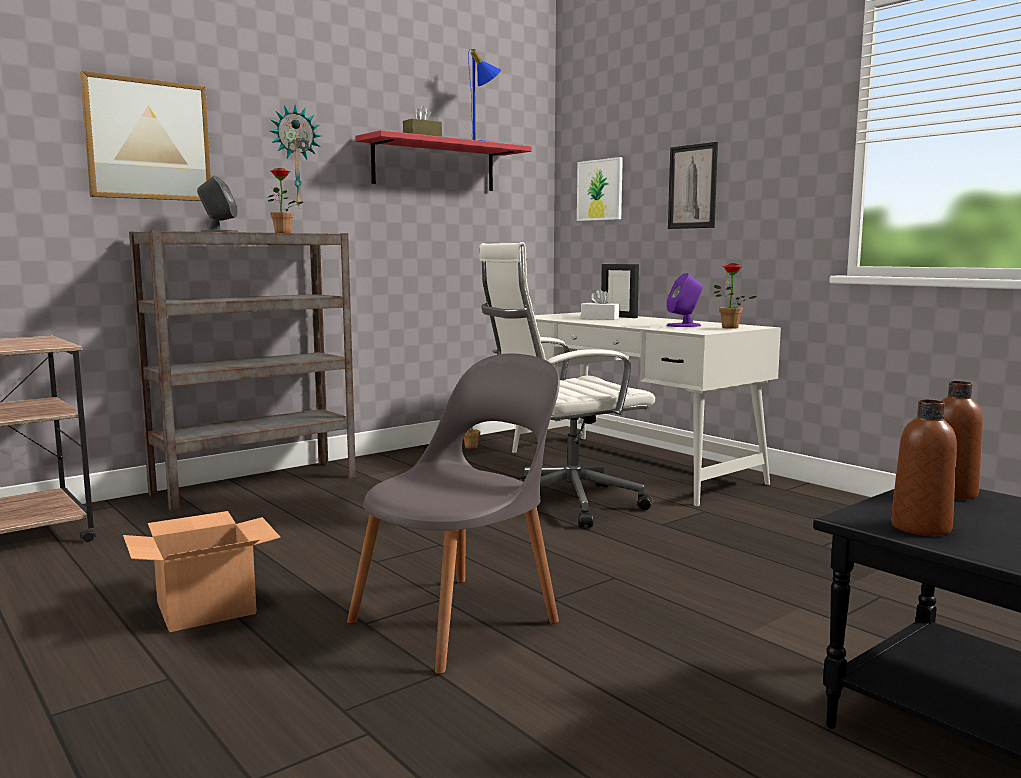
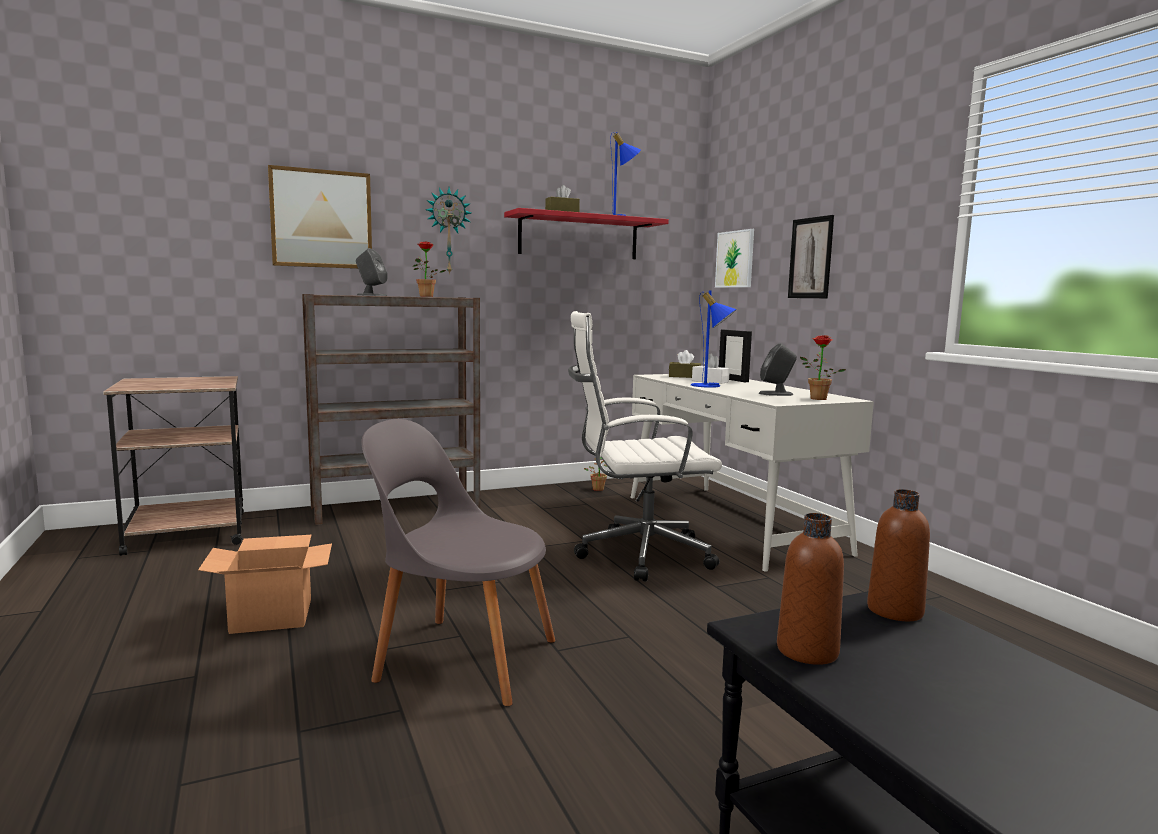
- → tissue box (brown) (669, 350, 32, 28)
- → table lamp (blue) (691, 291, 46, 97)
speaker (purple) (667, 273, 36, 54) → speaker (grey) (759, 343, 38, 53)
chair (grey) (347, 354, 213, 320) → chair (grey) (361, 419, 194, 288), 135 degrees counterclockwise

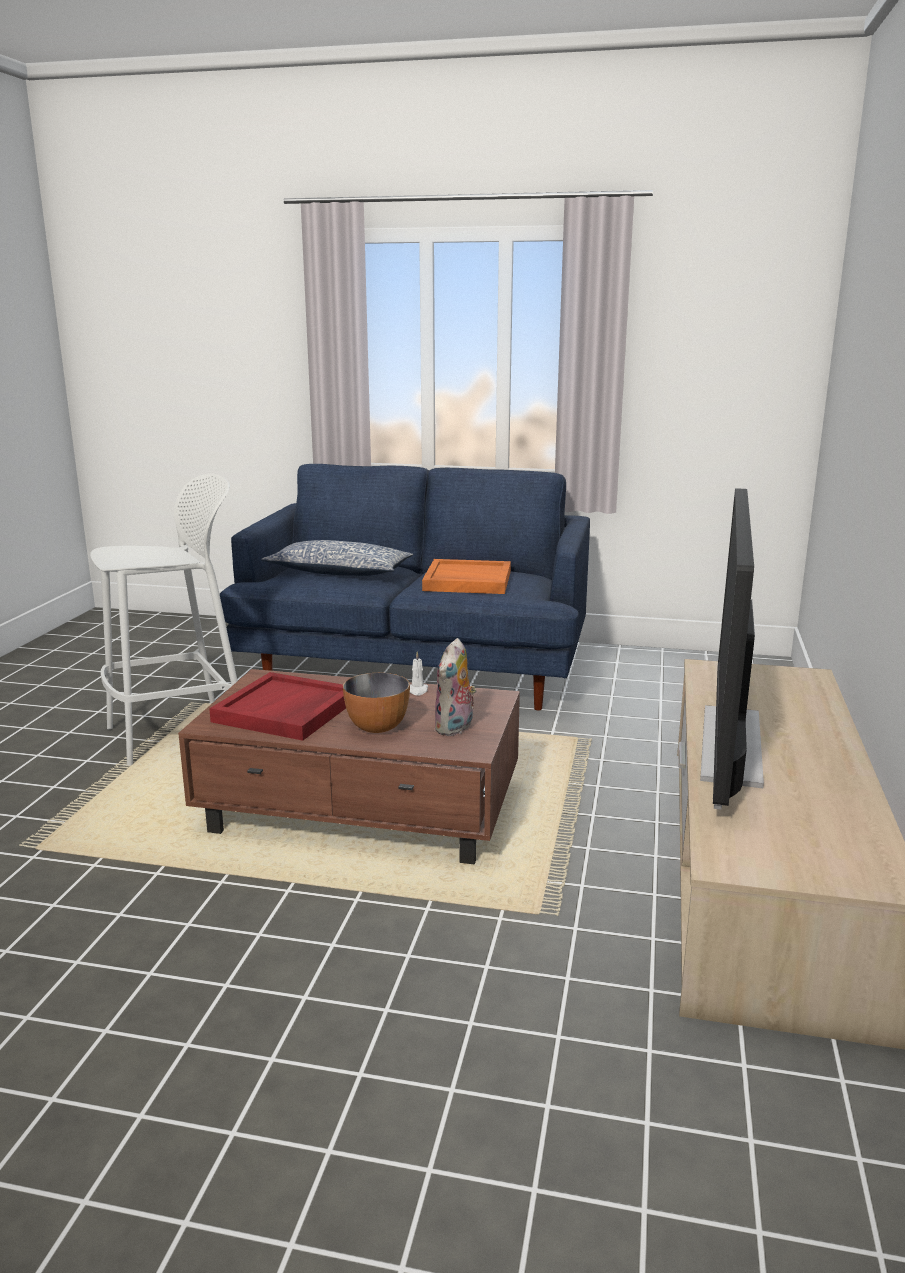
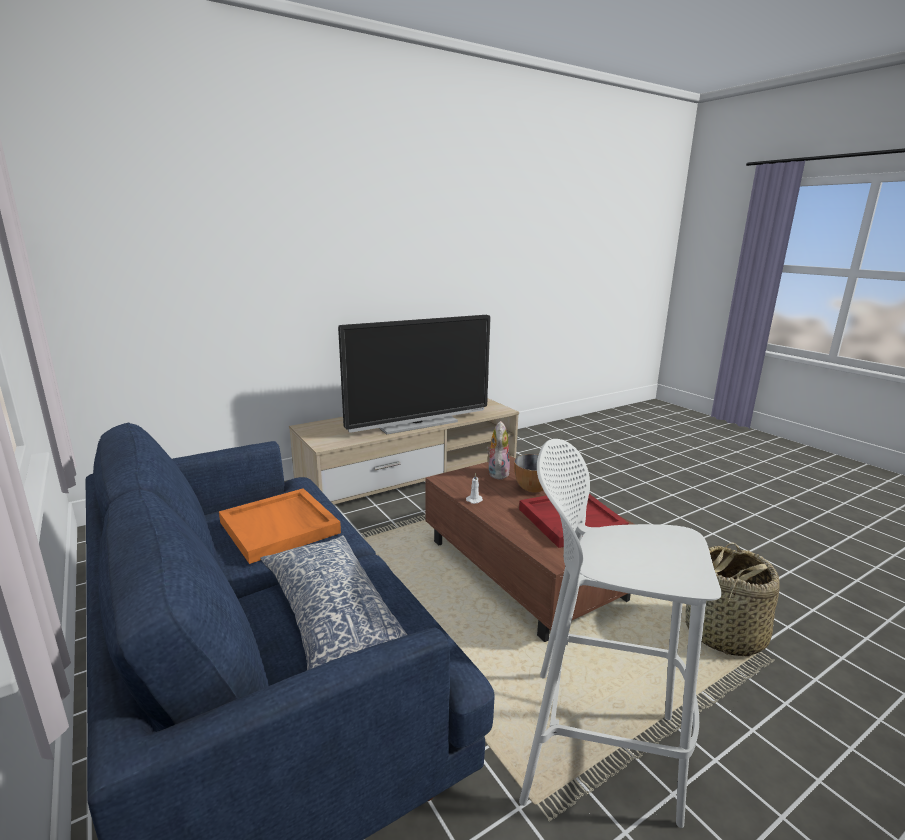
- → basket (686, 542, 94, 114)
plush toy (434, 638, 42, 98) → plush toy (486, 421, 24, 58), 60 degrees counterclockwise

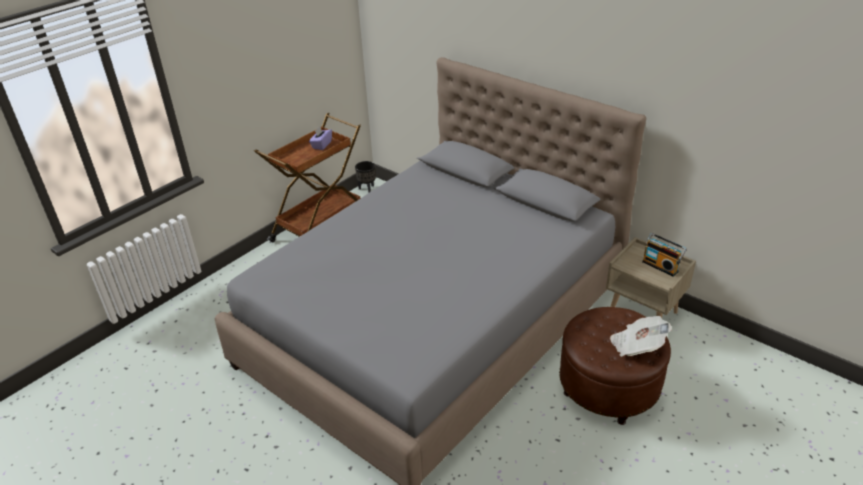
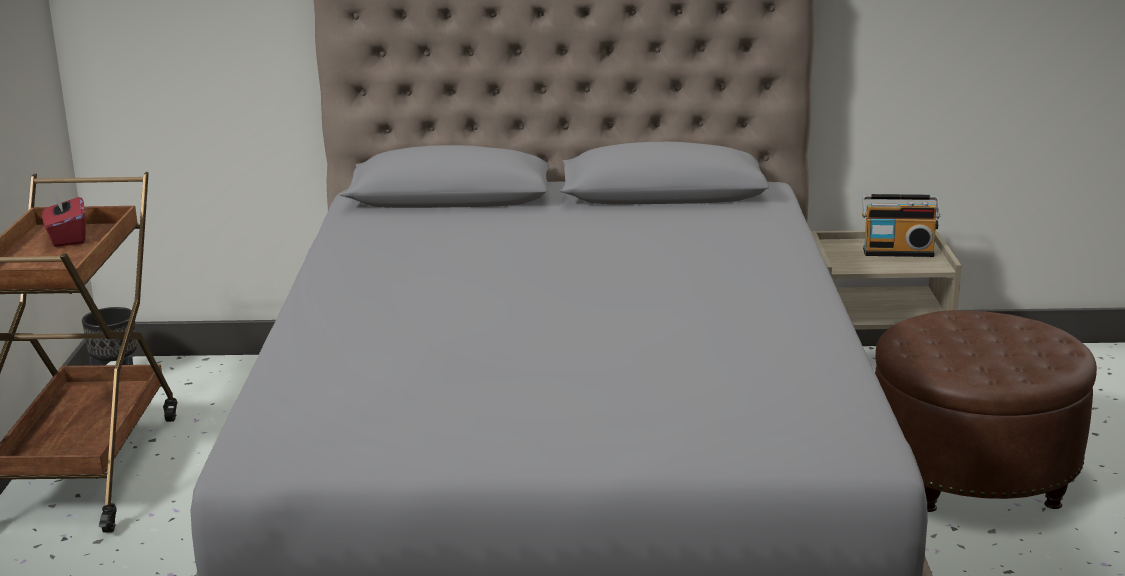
newspaper (610, 316, 62, 41) → -
tissue box (purple) (309, 127, 23, 23) → tissue box (red) (42, 190, 44, 57)

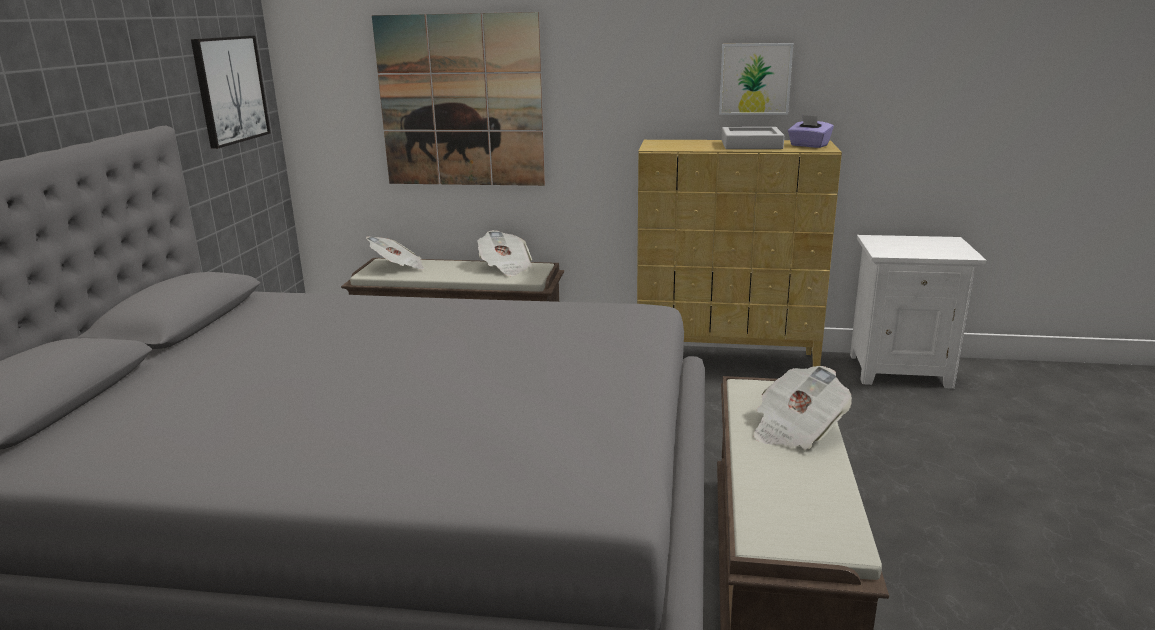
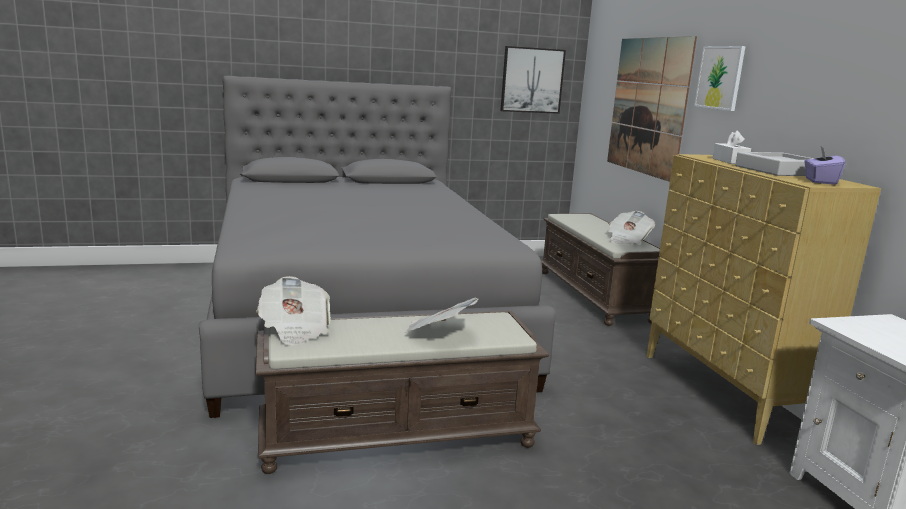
- → tissue box (white) (712, 130, 39, 34)
newspaper (366, 236, 58, 34) → newspaper (256, 276, 75, 70), moved
picture (719, 43, 74, 72) → picture (694, 46, 52, 65), moved

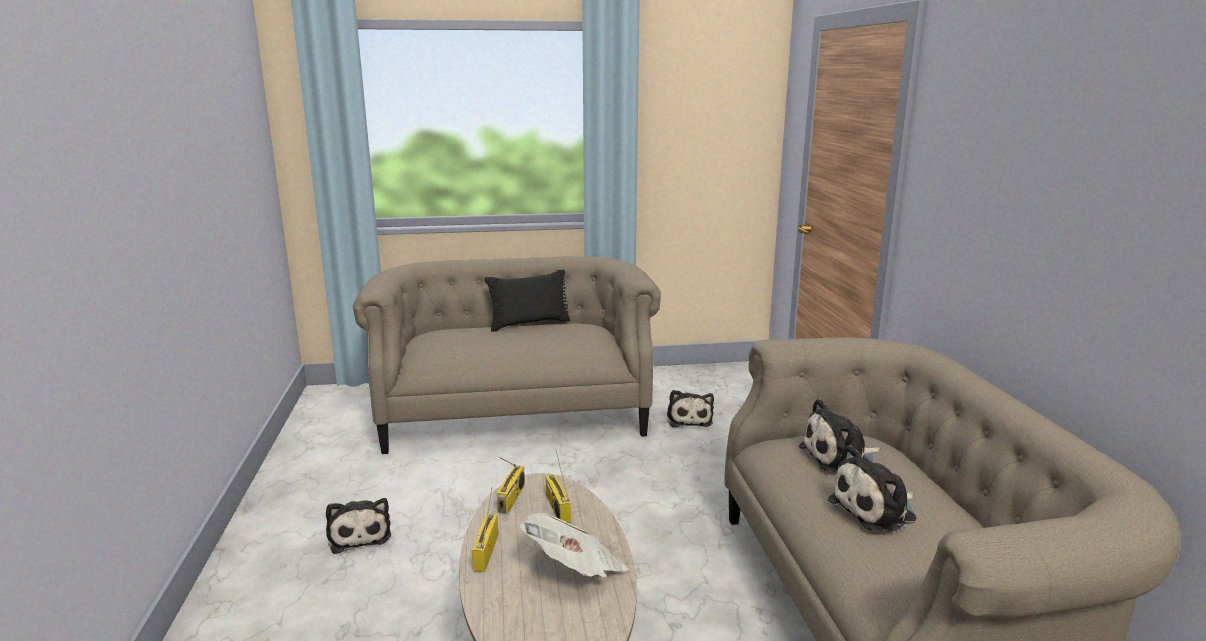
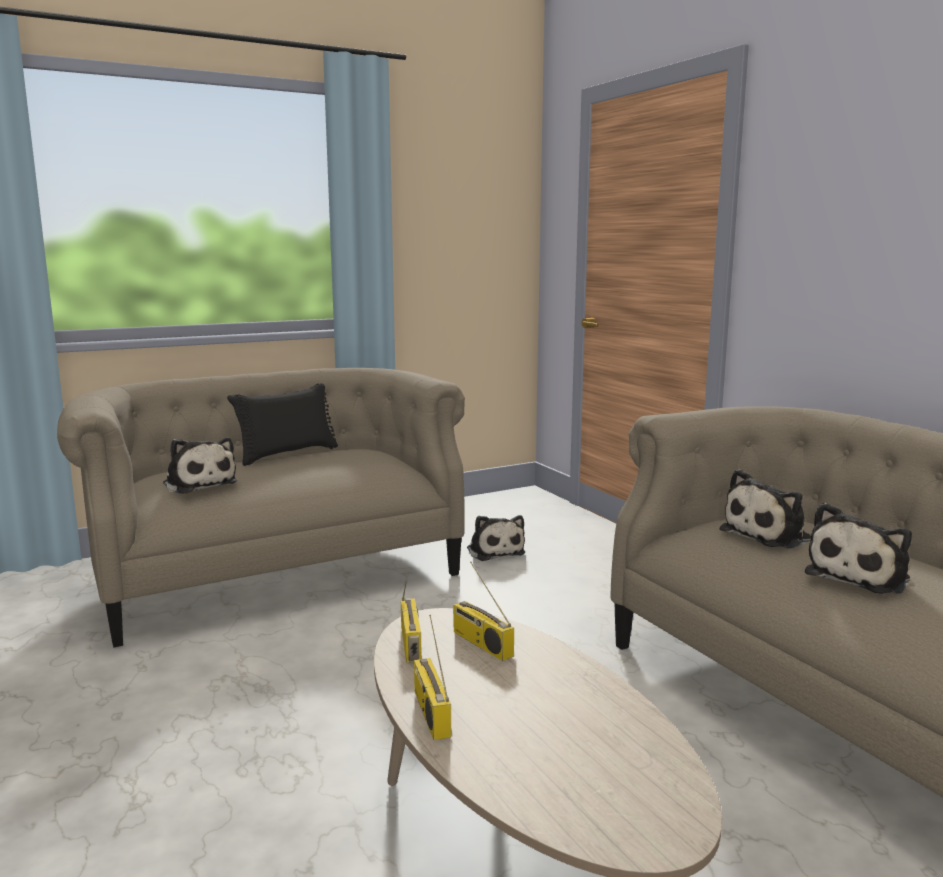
newspaper (519, 513, 110, 64) → -
plush toy (326, 498, 65, 56) → plush toy (163, 437, 74, 57), moved

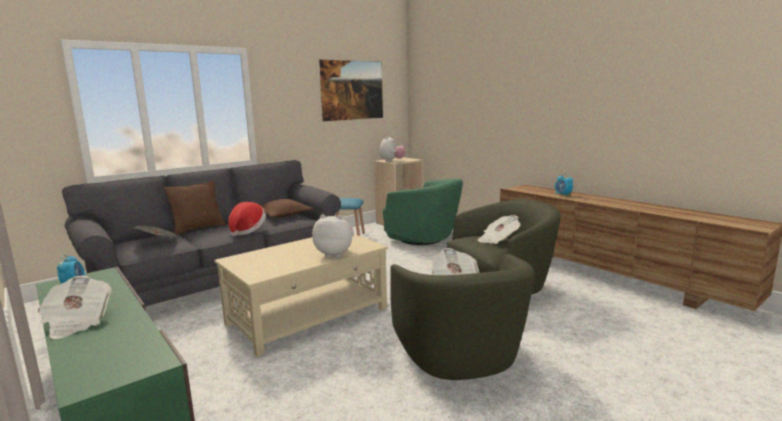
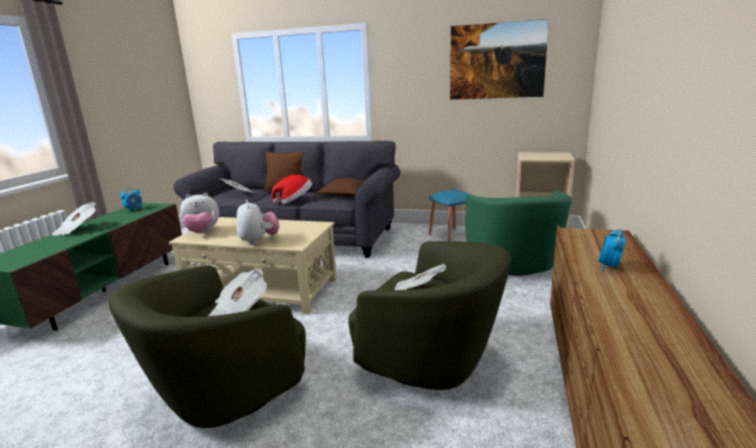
plush toy (380, 136, 25, 26) → plush toy (180, 193, 39, 40), moved

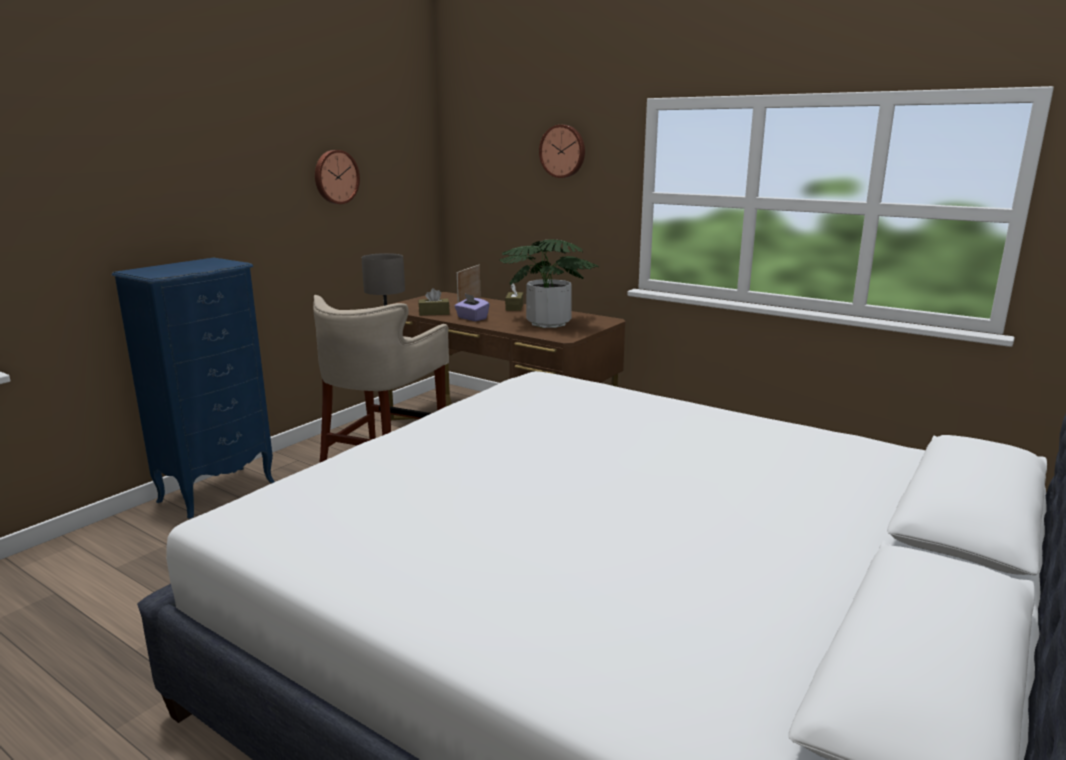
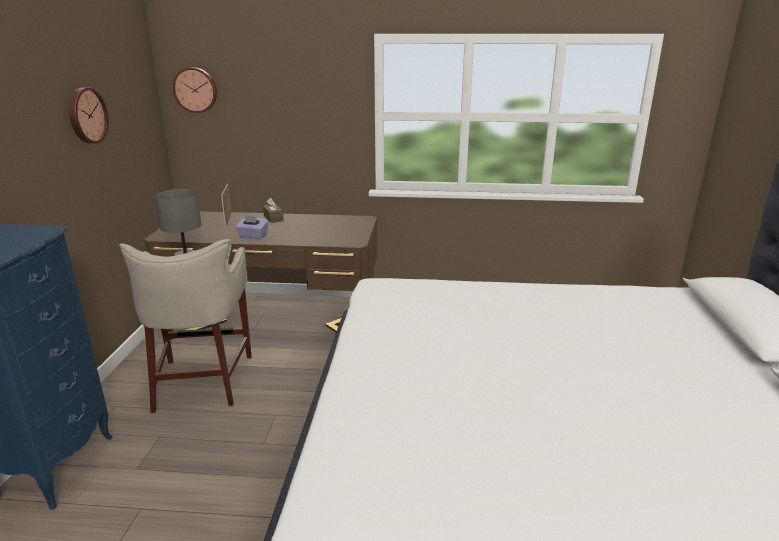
tissue box (brown) (418, 288, 32, 28) → -
potted plant (500, 239, 98, 89) → -
wall clock (539, 125, 46, 53) → wall clock (173, 67, 44, 46), moved

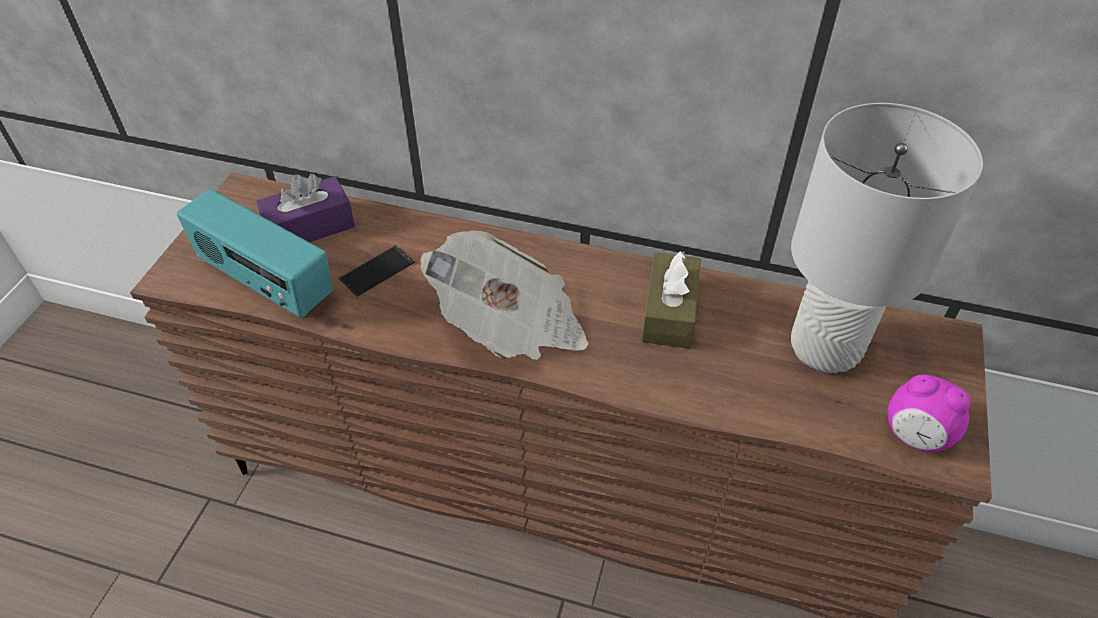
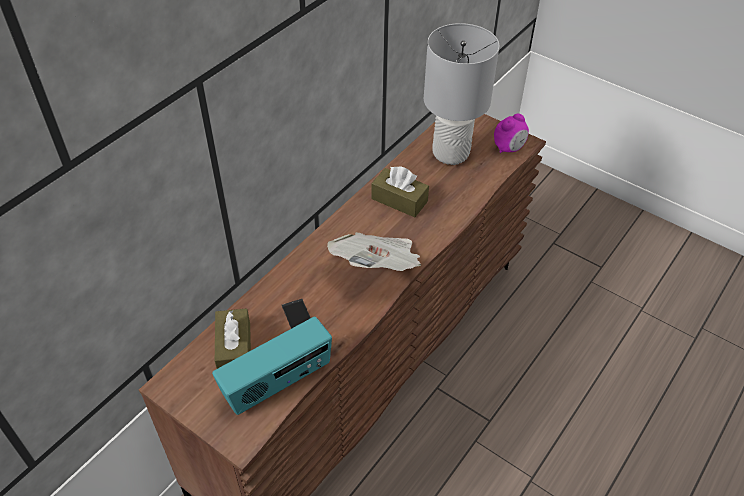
tissue box (purple) (256, 174, 99, 68) → tissue box (brown) (215, 308, 36, 61)

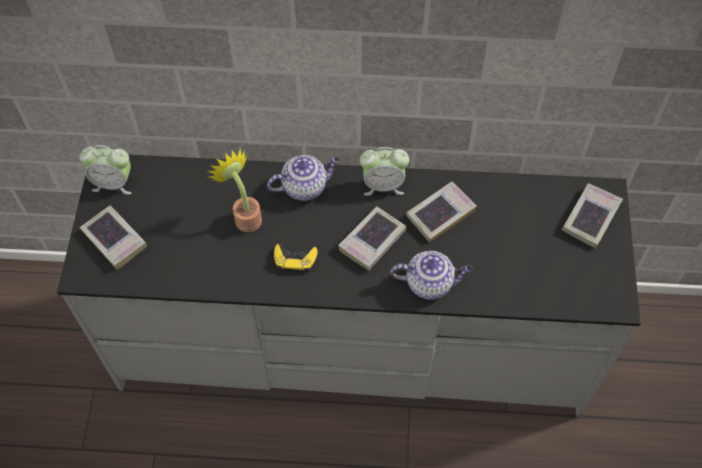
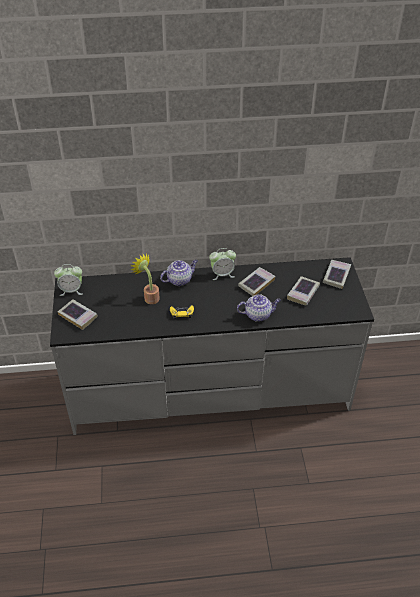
book (338, 206, 68, 64) → book (287, 276, 33, 30), moved

